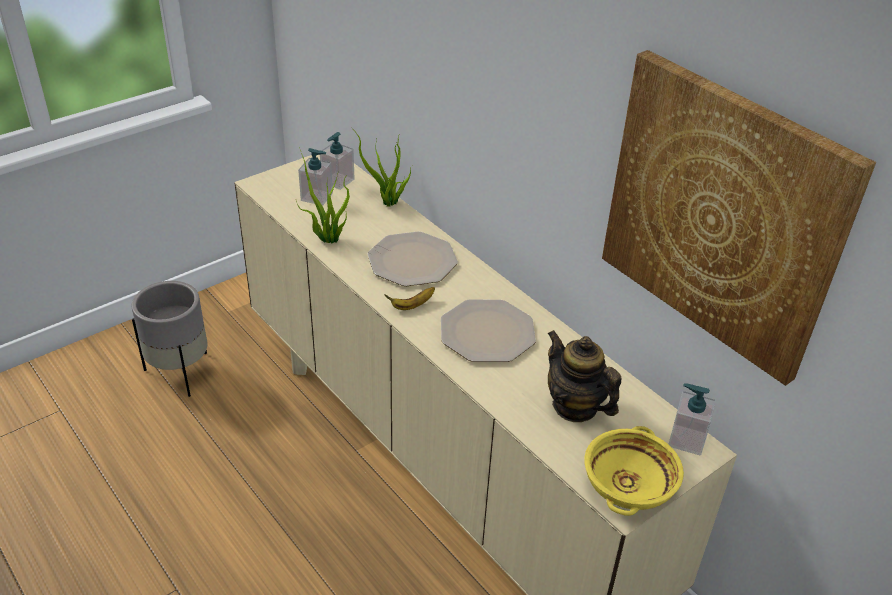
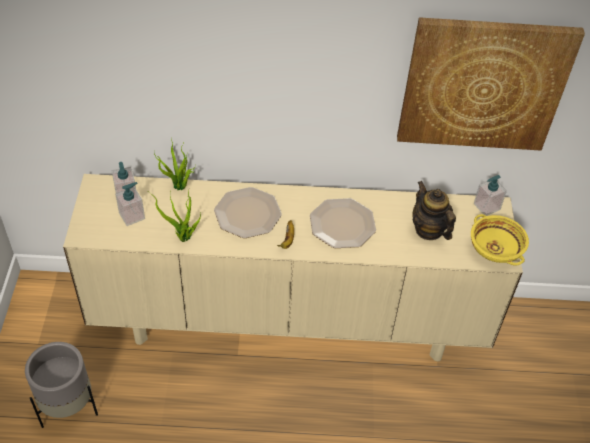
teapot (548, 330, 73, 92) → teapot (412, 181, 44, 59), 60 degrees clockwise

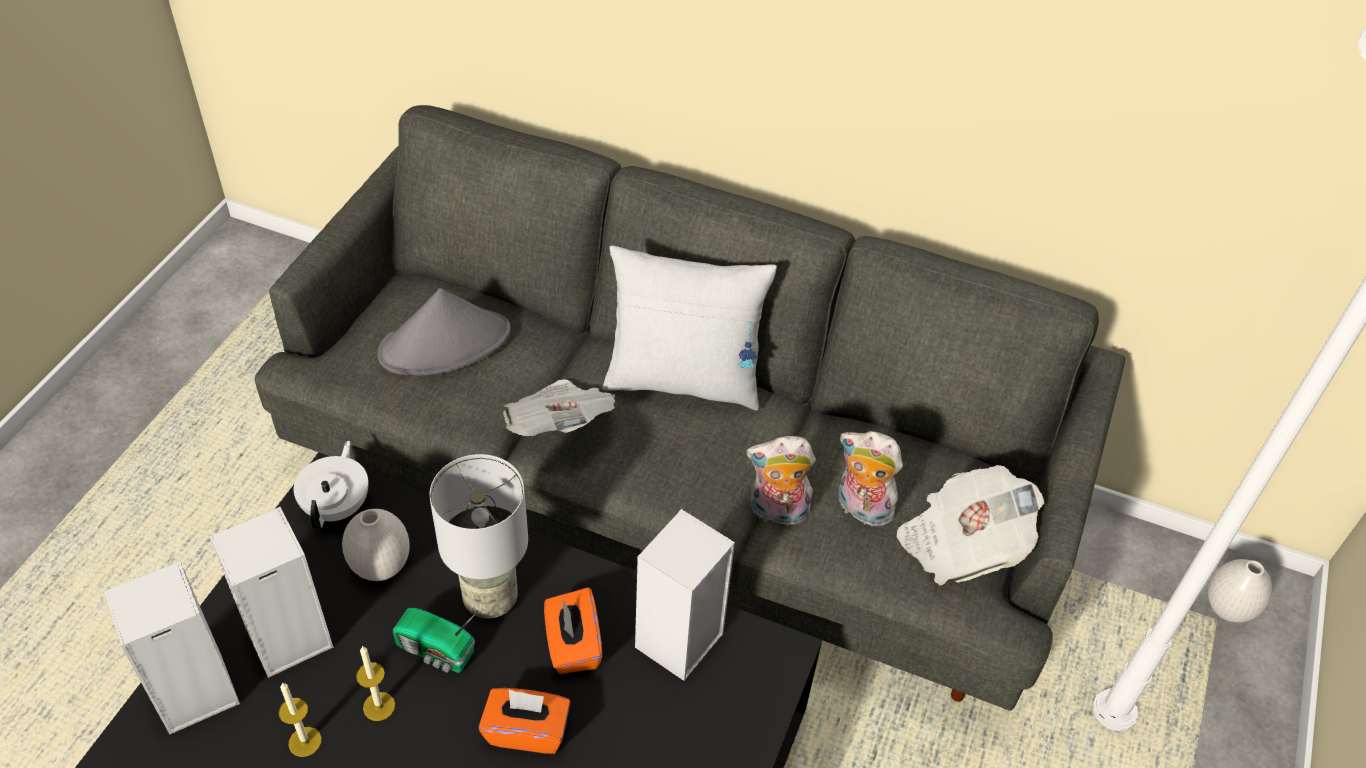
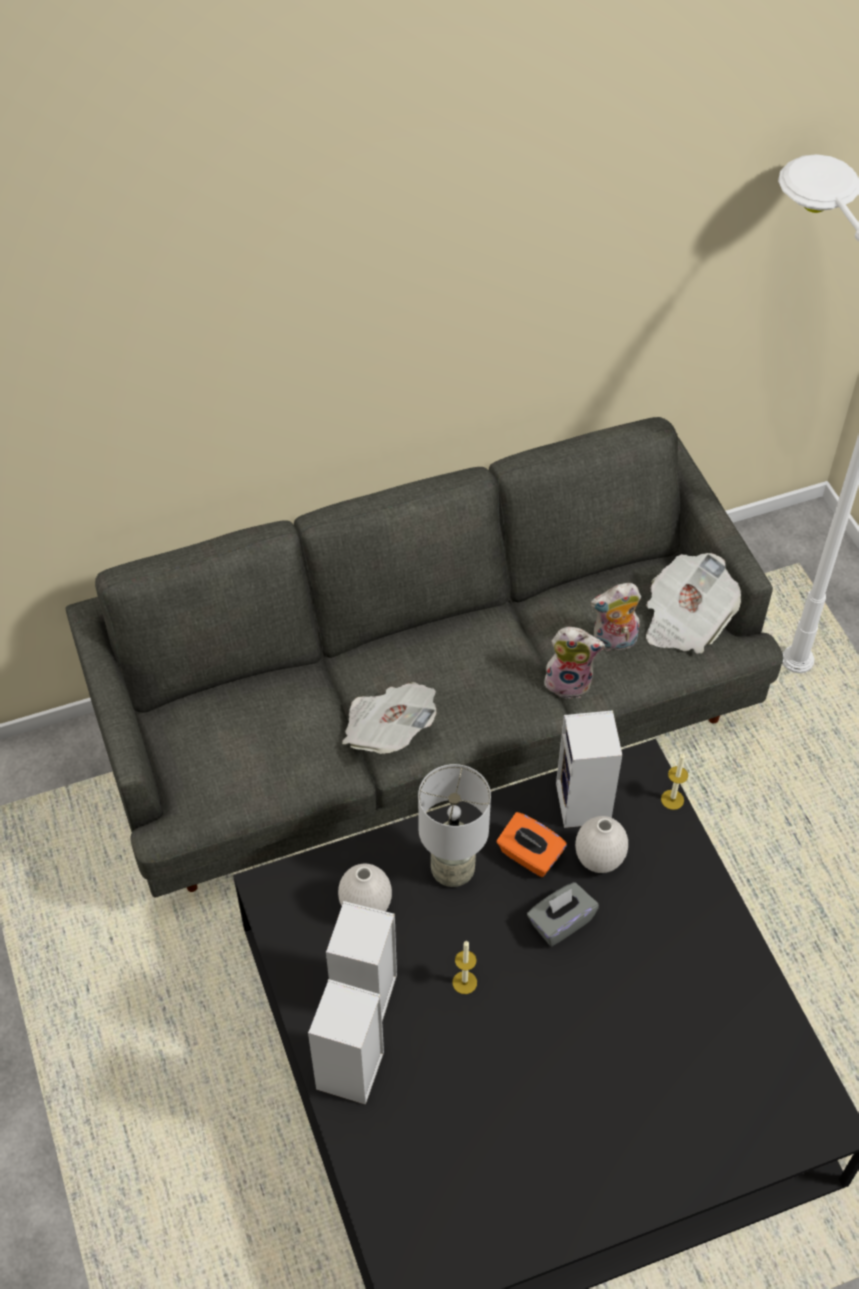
teapot (white) (294, 441, 75, 88) → -
hat (grey) (377, 288, 134, 87) → -
radio (393, 608, 82, 65) → -
pillow (grey) (602, 245, 175, 165) → -
candle (279, 682, 43, 75) → candle (661, 753, 27, 57), moved
vase (white) (1208, 559, 64, 63) → vase (white) (575, 816, 53, 57), moved
tissue box (orange) (479, 688, 91, 66) → tissue box (grey) (527, 882, 72, 64)
plush toy (746, 436, 70, 94) → plush toy (544, 627, 61, 71), 135 degrees counterclockwise

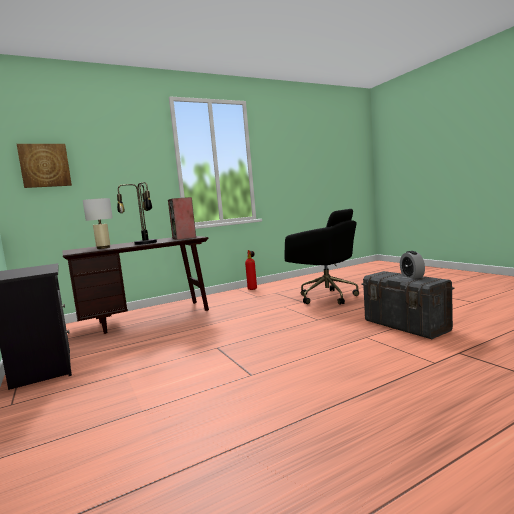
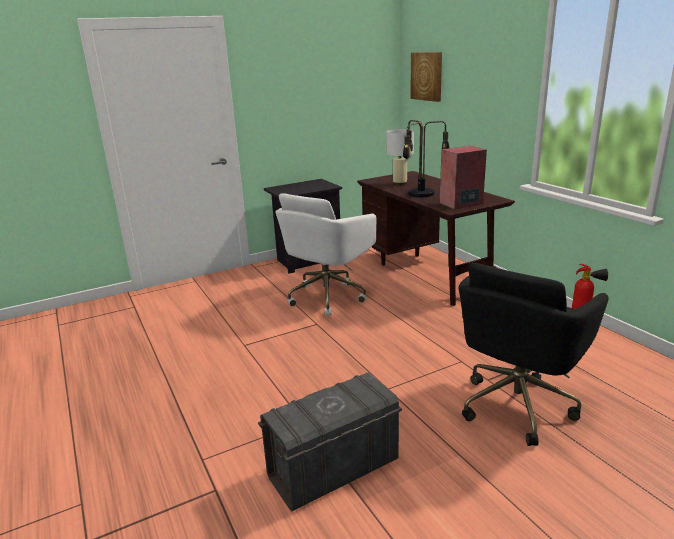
alarm clock (400, 251, 25, 28) → -
- → office chair (white) (275, 193, 102, 123)

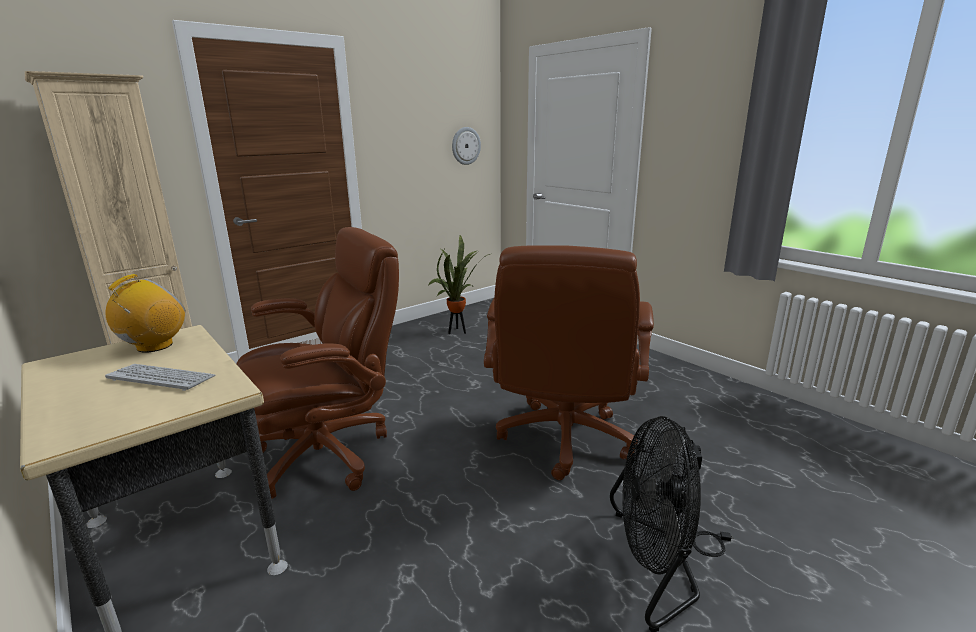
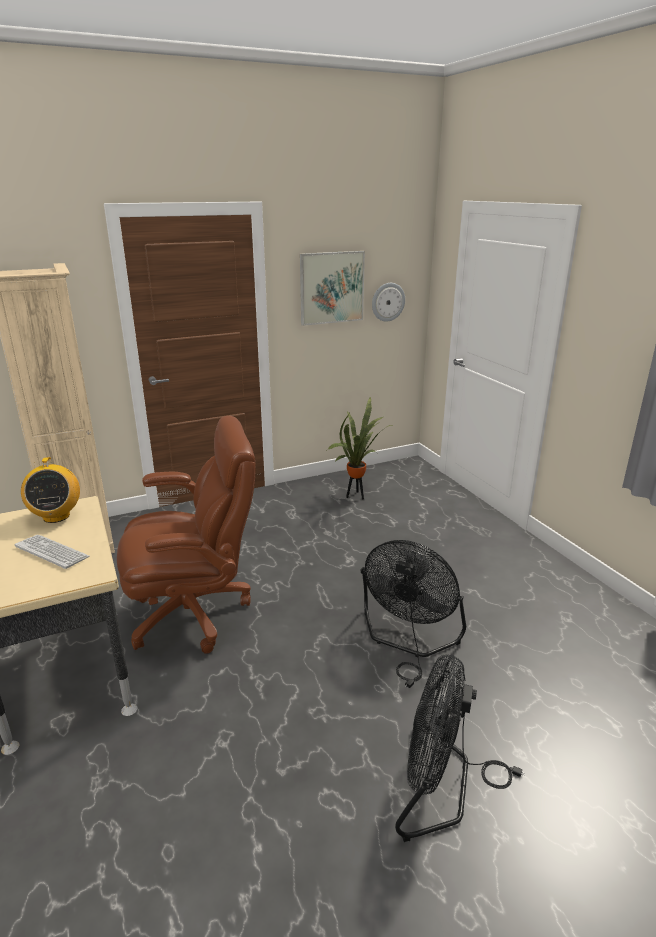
- → picture (300, 251, 65, 75)
office chair (brown) (484, 245, 170, 235) → fan (black) (360, 540, 106, 148)
radio (106, 274, 80, 79) → radio (21, 457, 59, 66), 120 degrees clockwise

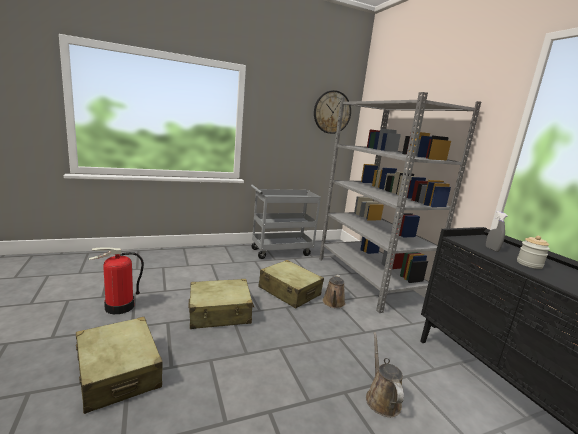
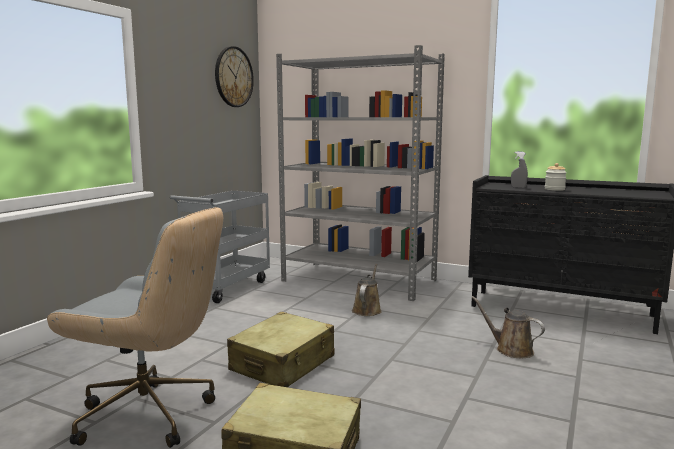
suitcase (beige) (258, 260, 66, 49) → -
fire extinguisher (89, 247, 55, 67) → office chair (grey) (47, 207, 176, 241)
watering can (brown) (322, 274, 24, 34) → watering can (brown) (352, 264, 30, 52), 135 degrees counterclockwise

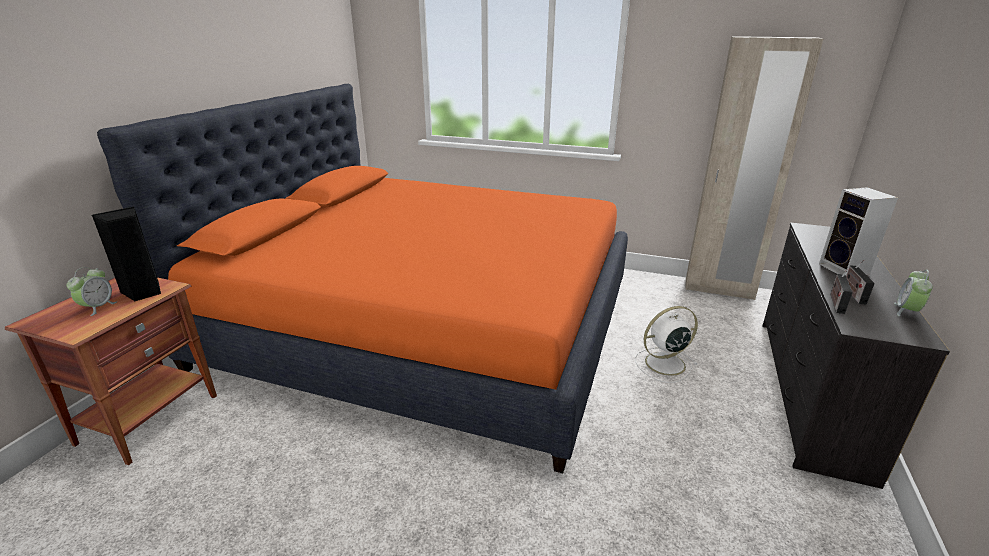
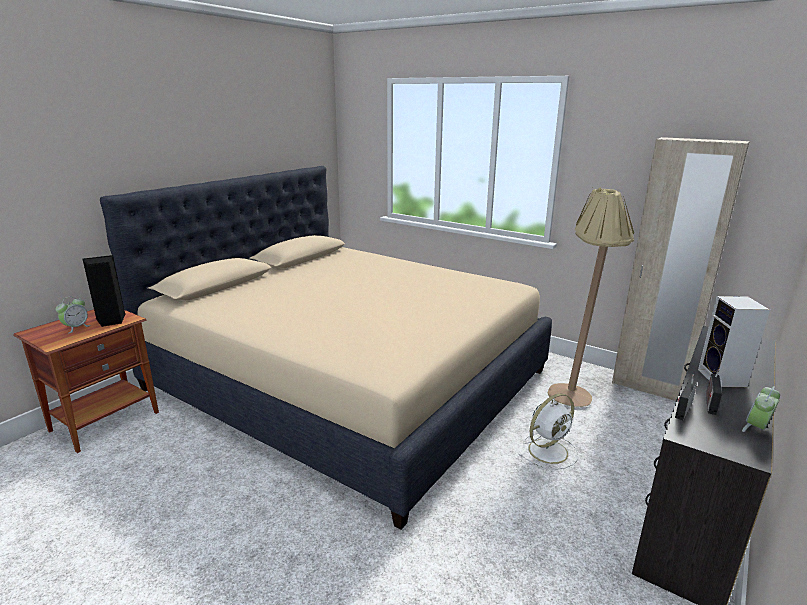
- → floor lamp (beige) (548, 188, 86, 219)
bed (orange) (97, 84, 531, 389) → bed (beige) (100, 166, 452, 364)
fan (white) (635, 306, 63, 77) → fan (white) (519, 394, 60, 76), 150 degrees clockwise

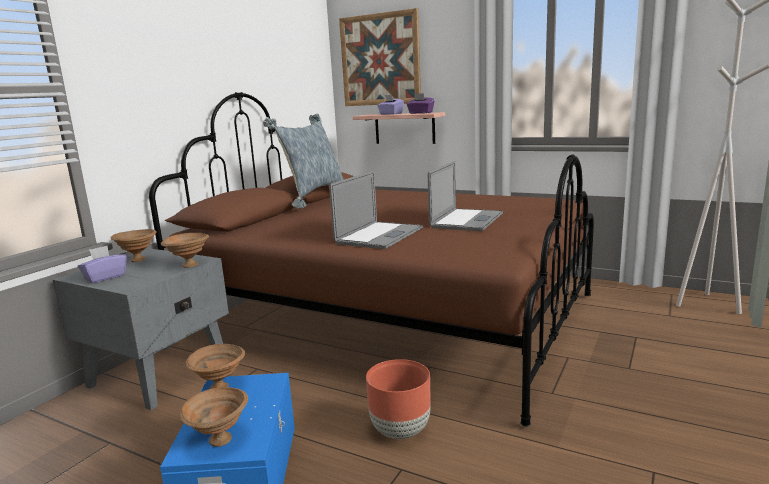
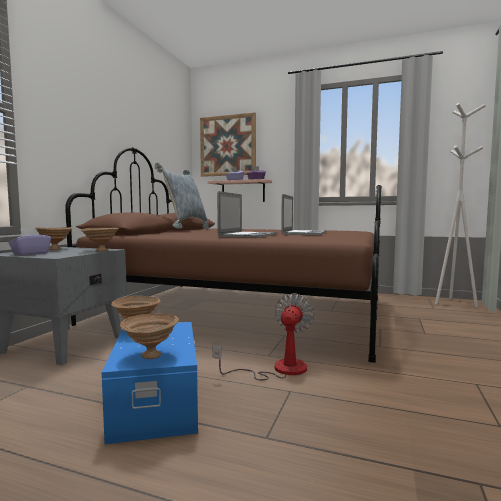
planter (brown) (366, 359, 65, 80) → fan (213, 293, 102, 87)

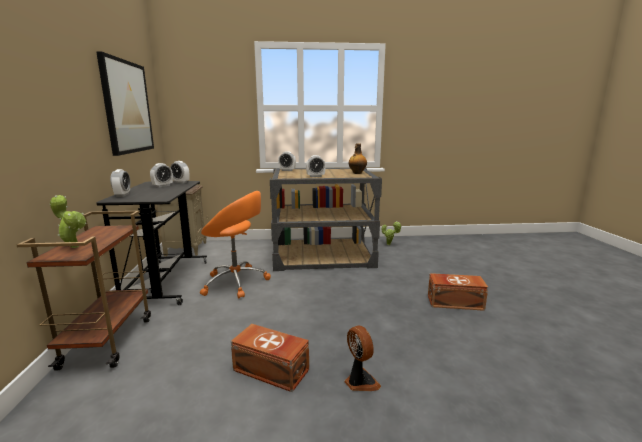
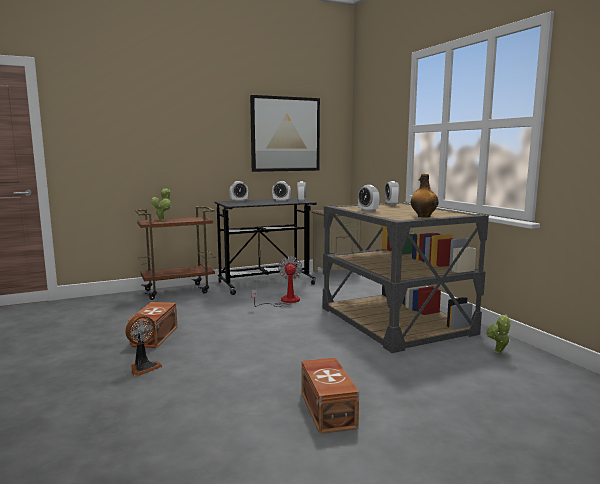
office chair (orange) (200, 191, 71, 107) → fan (251, 256, 51, 51)

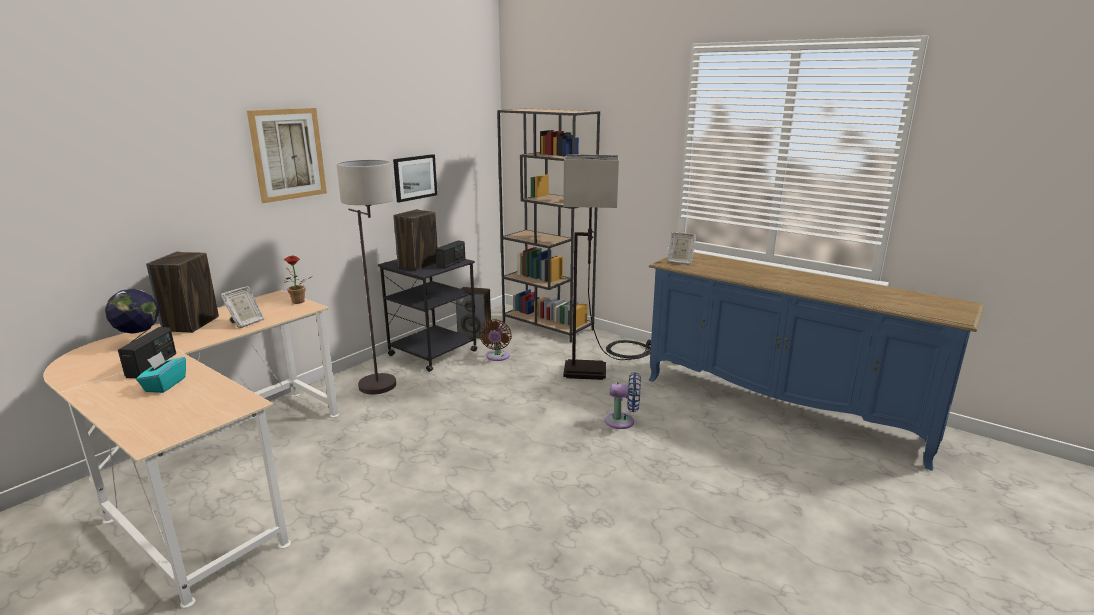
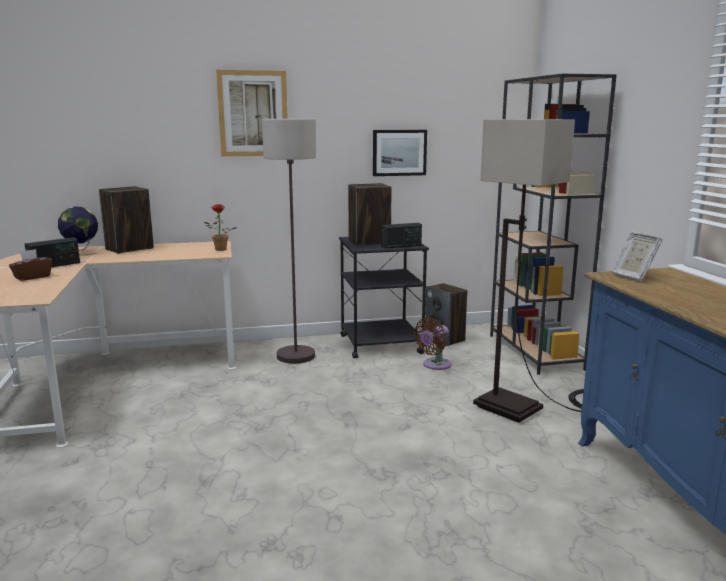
picture frame (220, 286, 44, 42) → -
fan (blue) (605, 372, 36, 57) → -
tissue box (turquoise) (136, 352, 50, 41) → tissue box (brown) (9, 249, 43, 32)

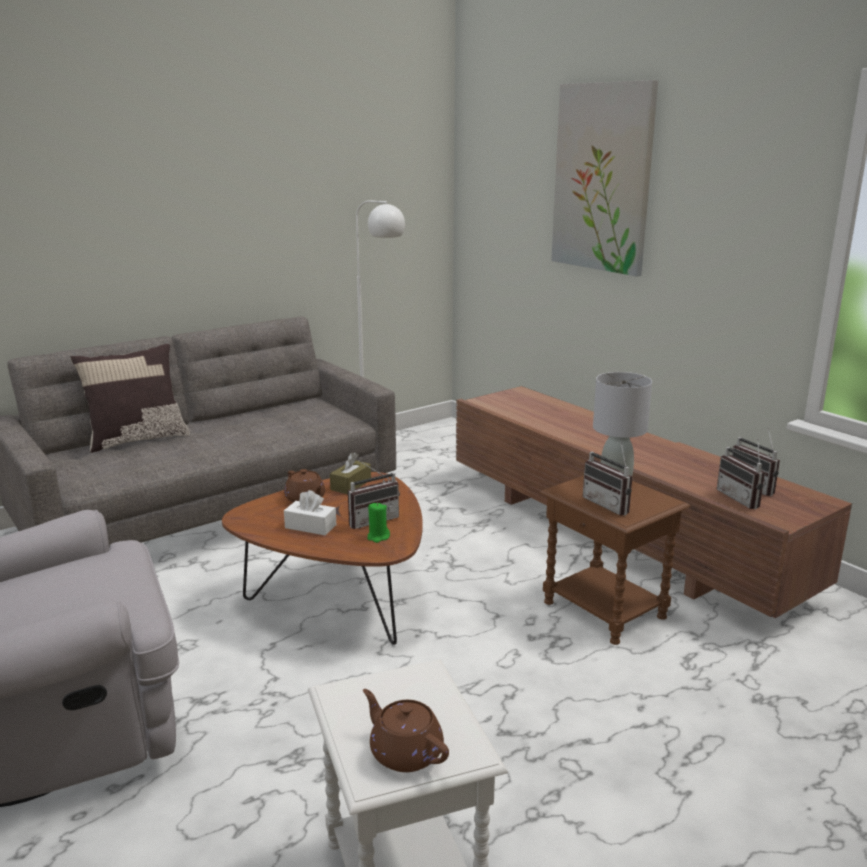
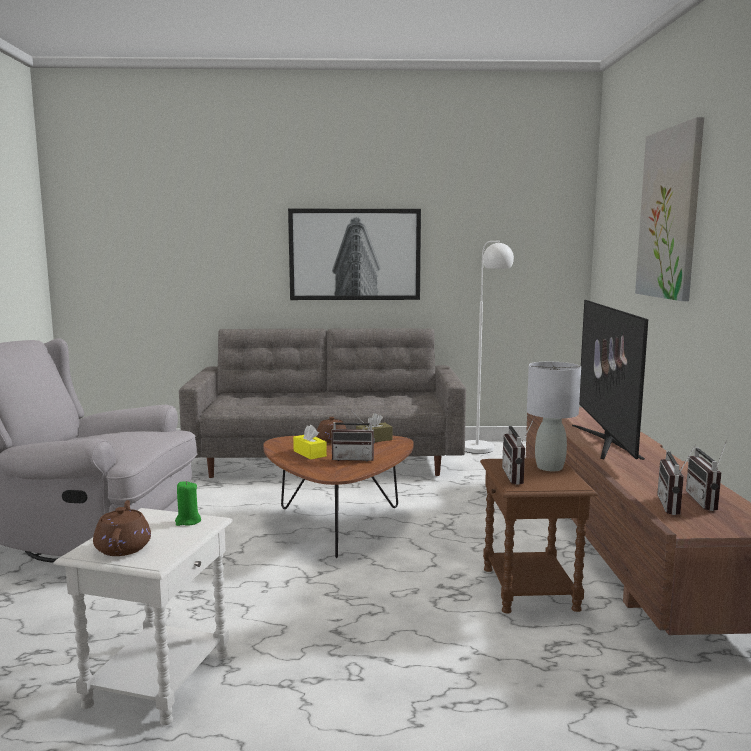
pillow (71, 344, 119, 109) → -
- → picture (288, 209, 133, 91)
- → television (572, 300, 76, 160)
candle (green) (367, 502, 23, 41) → candle (green) (175, 481, 26, 45), moved
tissue box (white) (284, 490, 52, 45) → tissue box (yellow) (293, 424, 34, 36)

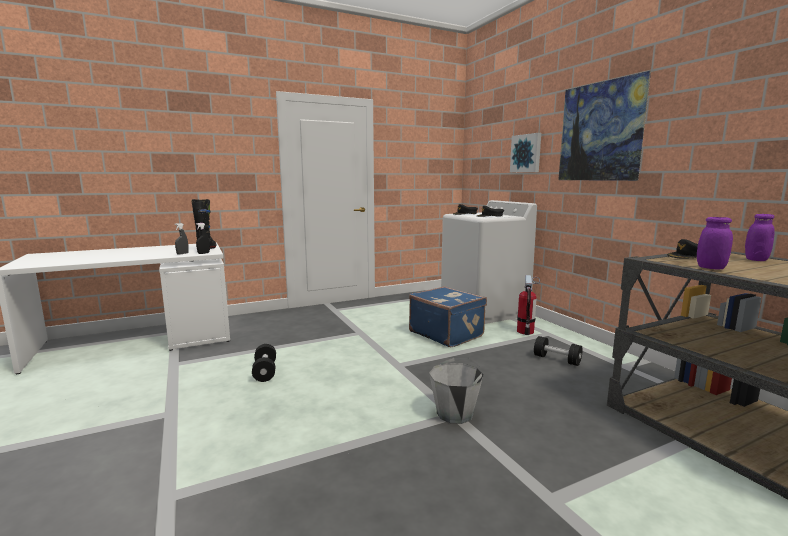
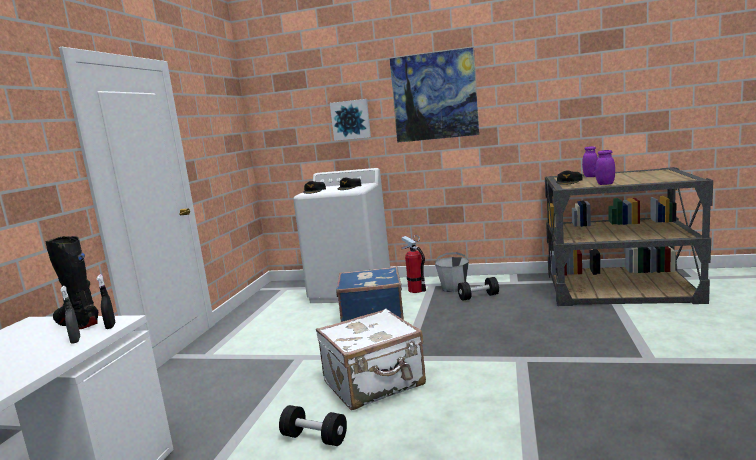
- → suitcase (white) (316, 308, 110, 102)
bucket (grey) (429, 358, 55, 66) → bucket (grey) (435, 252, 34, 41), moved

